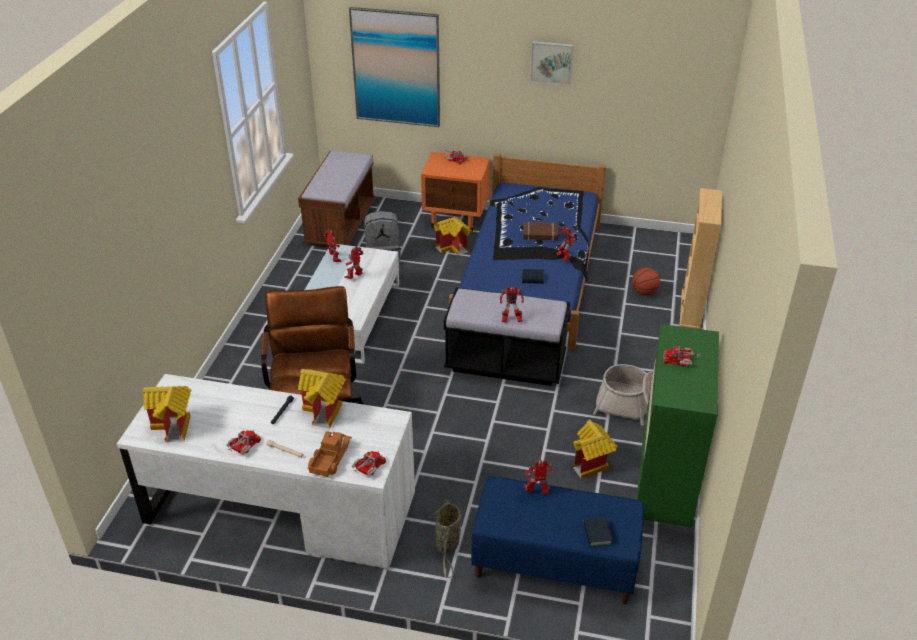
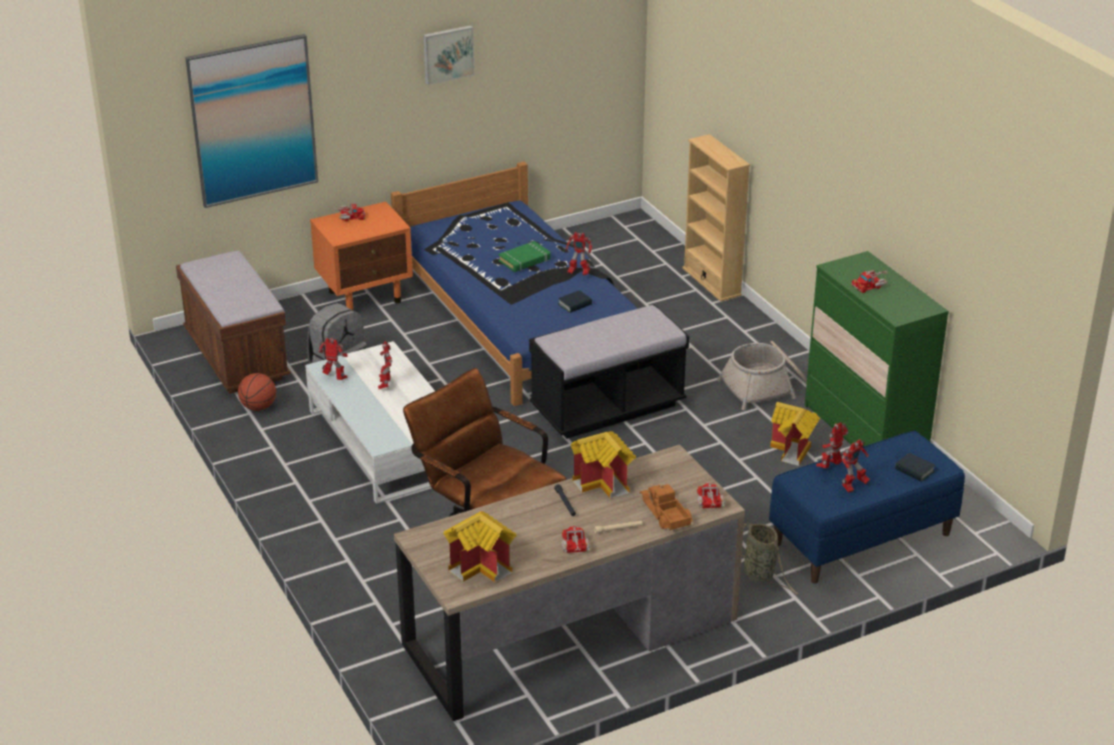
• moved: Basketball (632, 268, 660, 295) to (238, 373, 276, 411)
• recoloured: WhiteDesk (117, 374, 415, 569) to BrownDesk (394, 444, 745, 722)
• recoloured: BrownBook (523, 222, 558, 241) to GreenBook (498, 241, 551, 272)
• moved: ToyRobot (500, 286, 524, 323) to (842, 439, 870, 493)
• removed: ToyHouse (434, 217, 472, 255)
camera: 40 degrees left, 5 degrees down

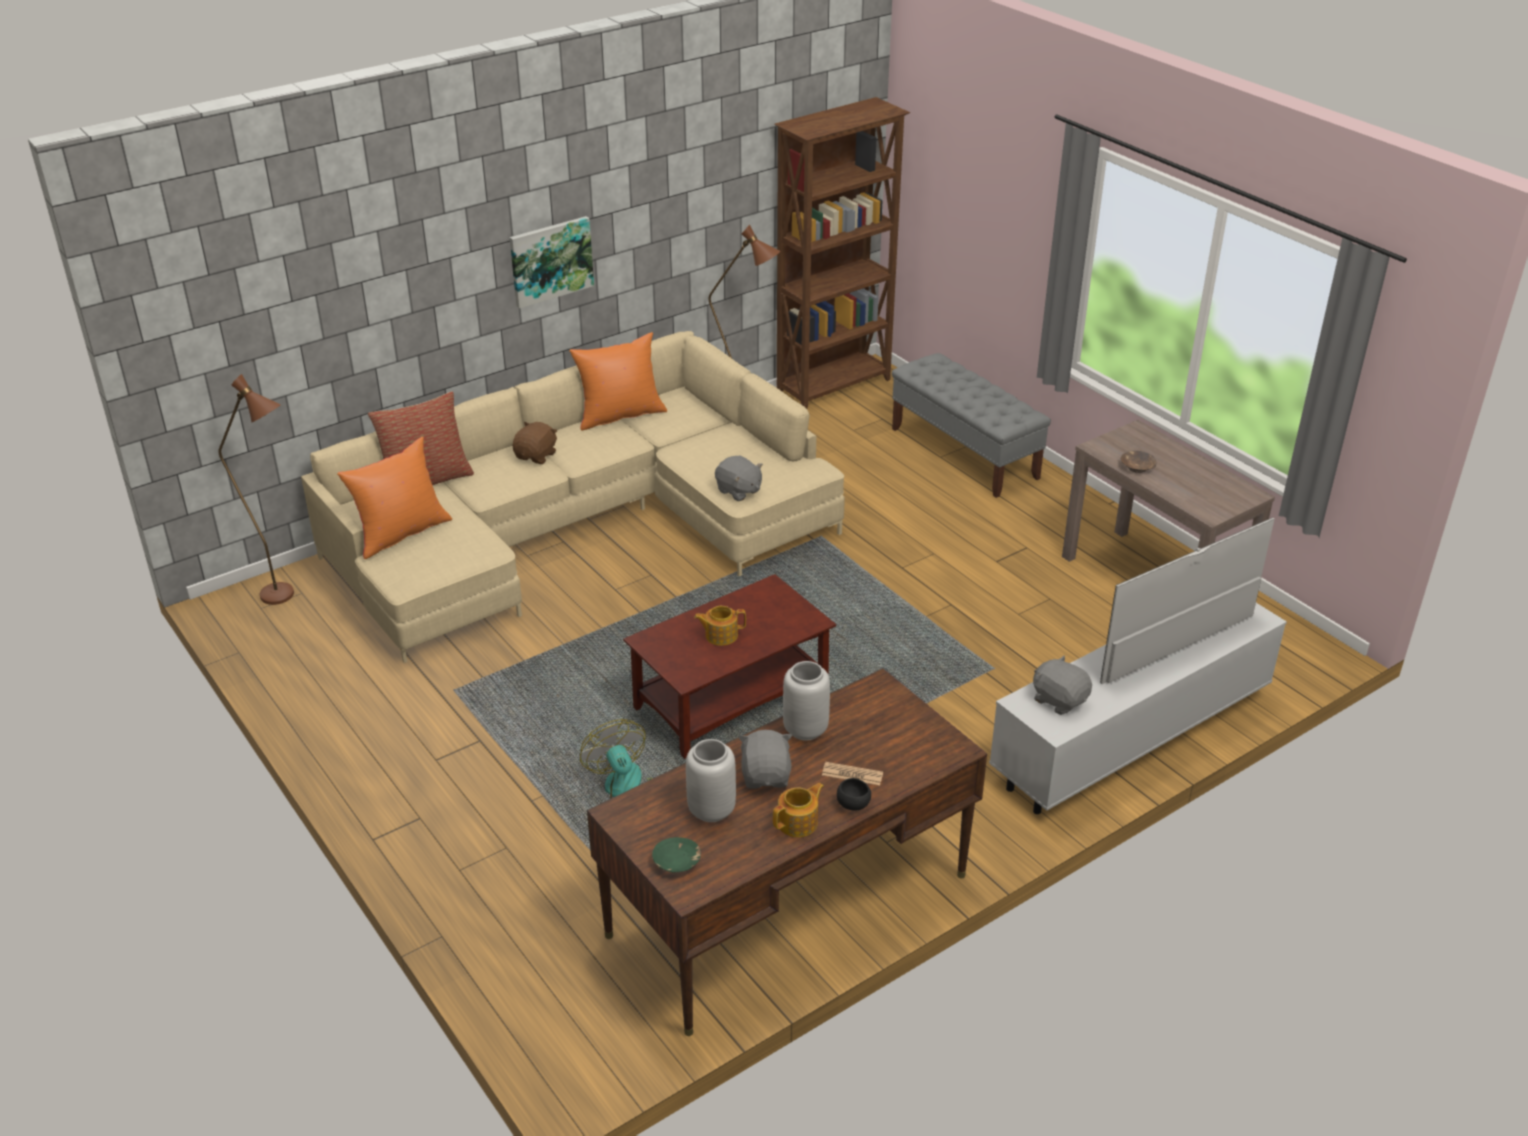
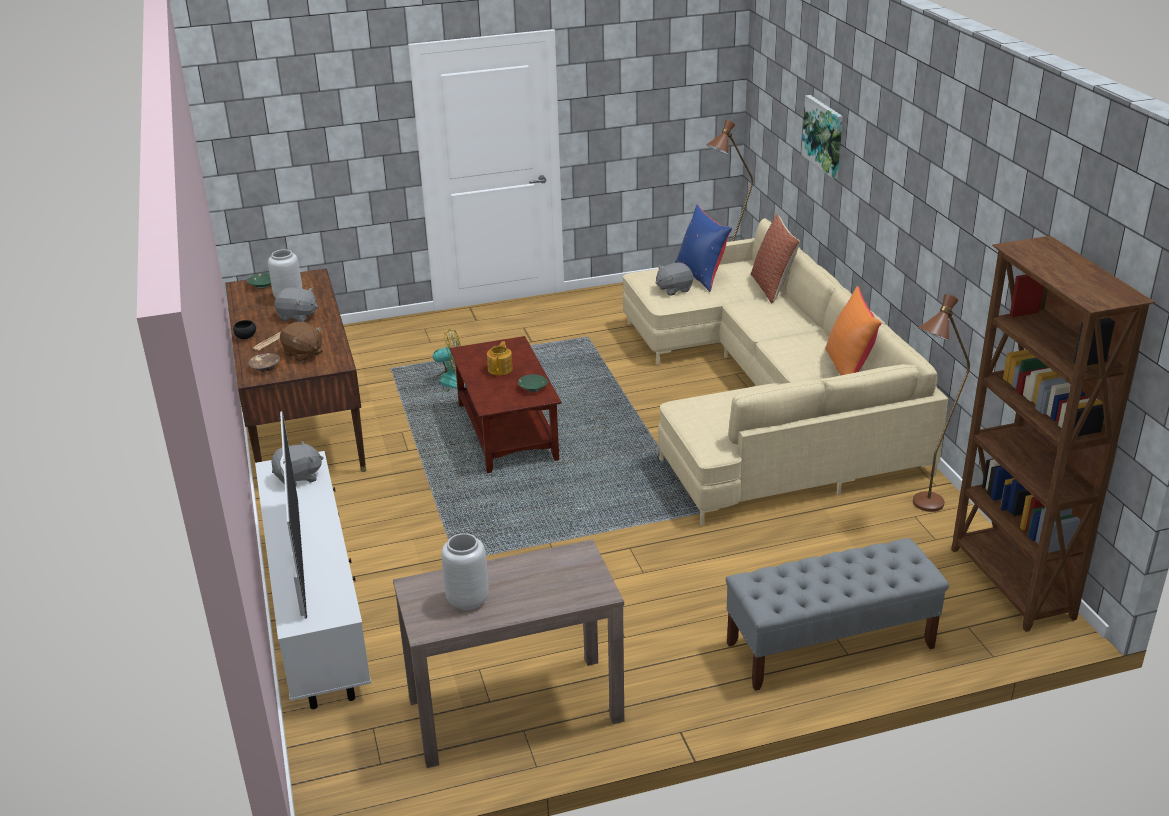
• moved: BrownBowl (1121, 451, 1156, 473) to (249, 353, 280, 372)
• moved: BrownPlushToy (513, 422, 557, 464) to (280, 322, 323, 362)
• moved: GreyVase (783, 661, 830, 740) to (441, 533, 489, 610)
• added: GreenBowl (518, 374, 548, 392)
• moved: GreyPlushToy (715, 456, 763, 501) to (656, 263, 693, 296)
• recoloured: OrangePillow (337, 437, 452, 559) to BluePillow (675, 204, 732, 292)
• moved: Picture (510, 216, 594, 308) to (801, 95, 843, 179)
• removed: Teapot (773, 783, 824, 837)
camera: 110 degrees right, 5 degrees down

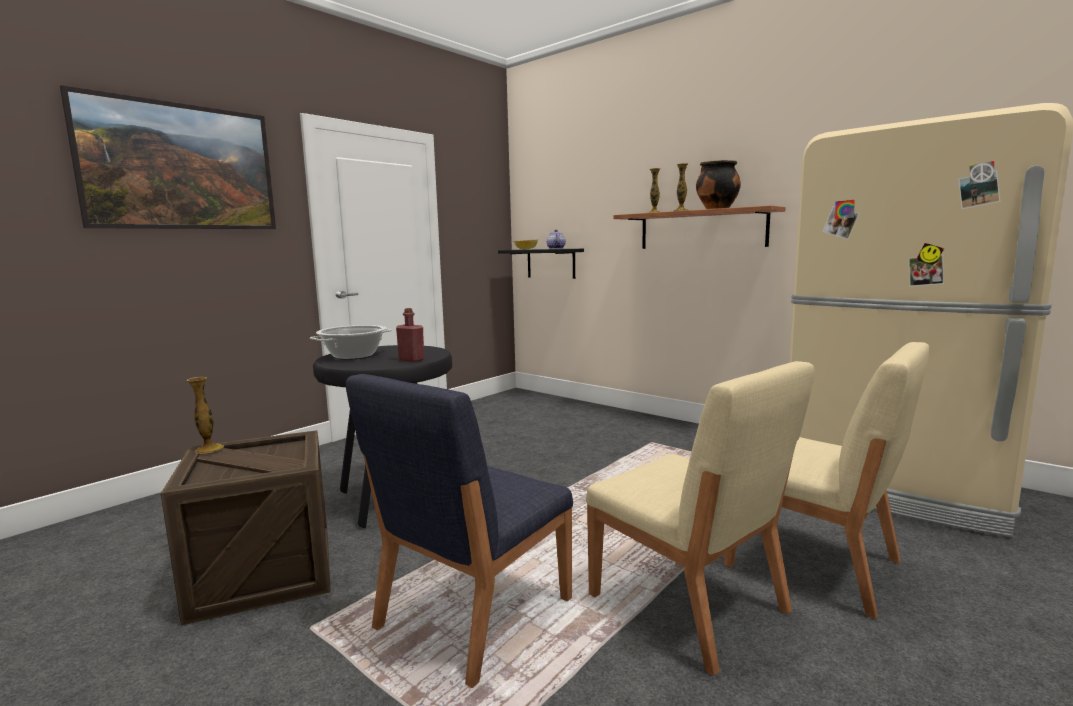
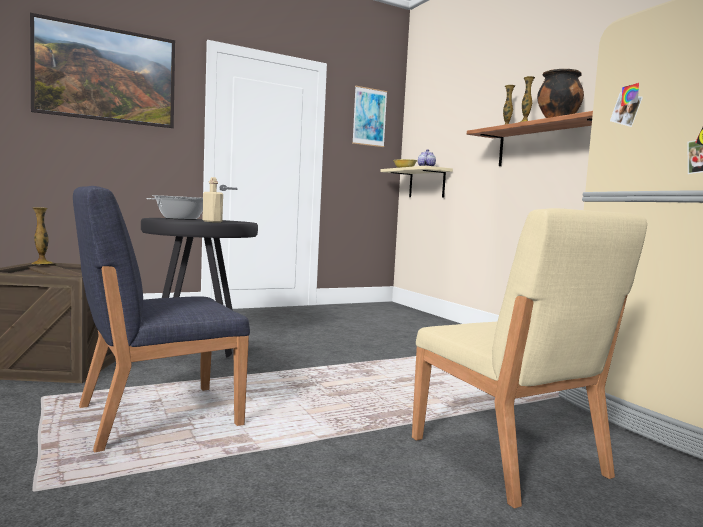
• recoloured: RedBottle (396, 308, 425, 362) to BeigeBottle (203, 177, 223, 223)
• added: Picture (352, 86, 387, 147)
• recoloured: BlackShelf (498, 249, 584, 279) to BeigeShelf (380, 166, 453, 197)
• removed: BeigeChair (586, 361, 815, 676)
camera: 20 degrees right, 5 degrees down

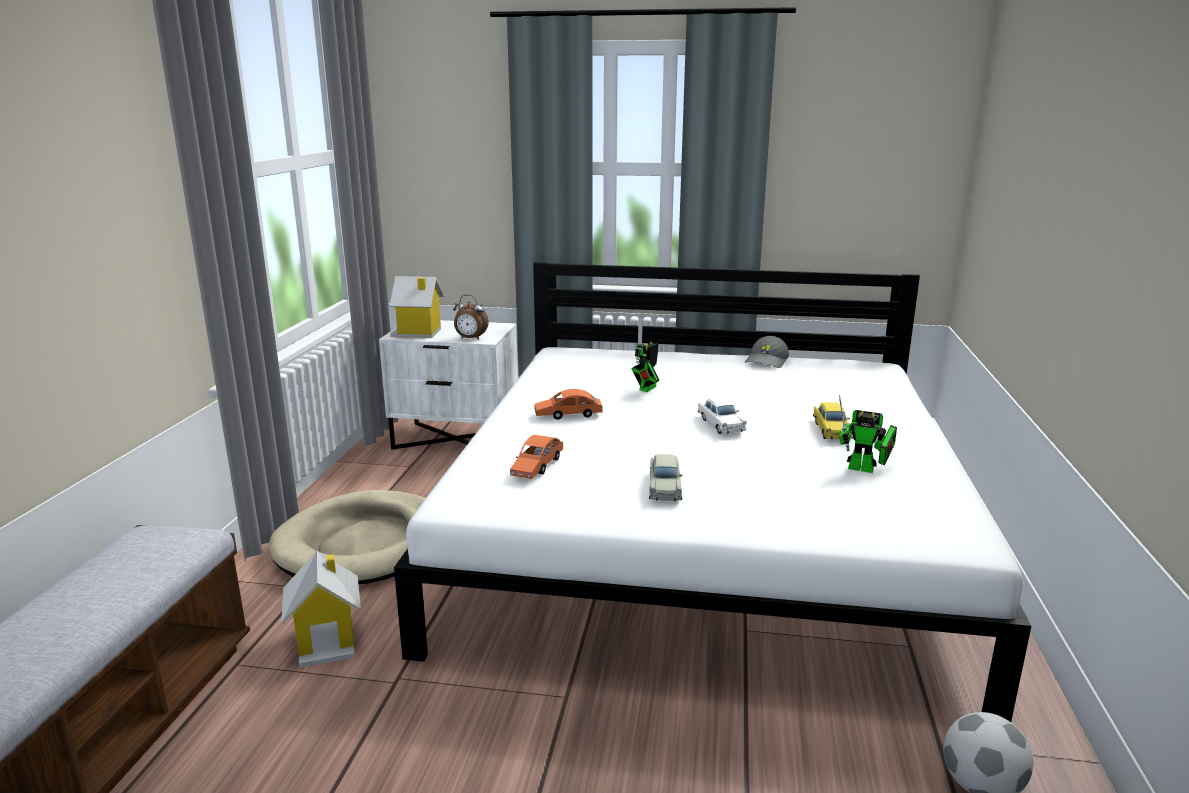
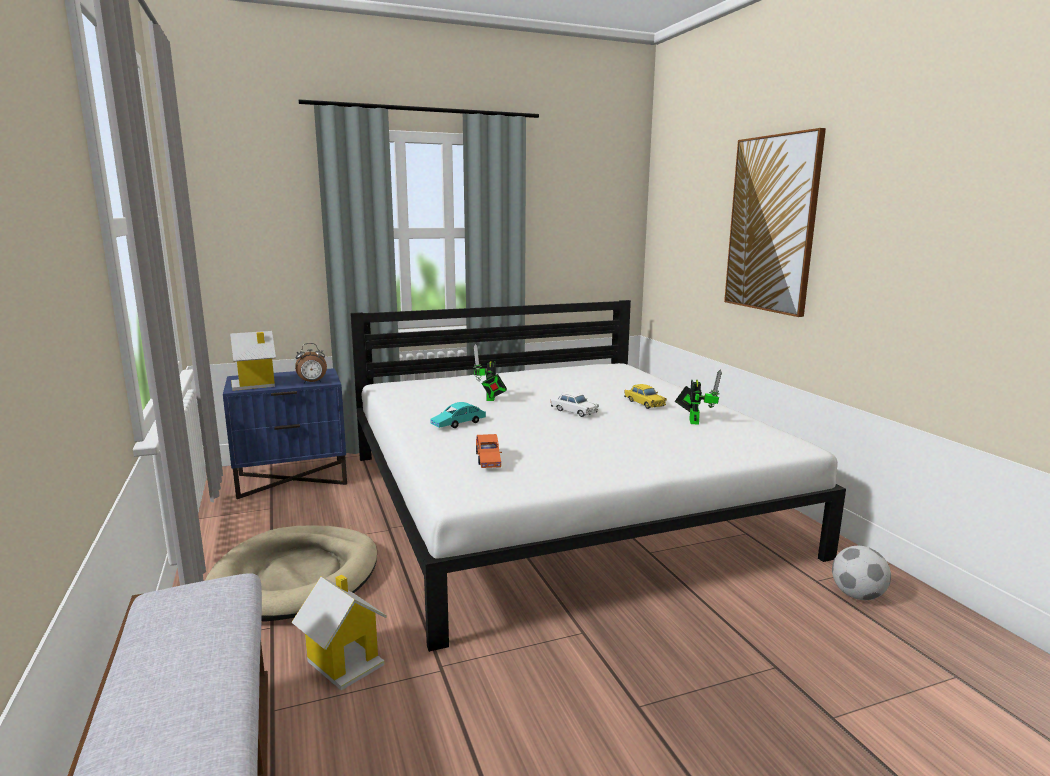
• recoloured: WhiteNightstand (379, 320, 518, 450) to BlueNightstand (223, 368, 347, 499)
• recoloured: OrangeToyCar (535, 389, 603, 420) to TurquoiseToyCar (430, 402, 486, 428)
• turned: ToyRobot (839, 395, 897, 473) = (675, 370, 722, 425) 75 degrees counterclockwise
• added: Picture (724, 128, 826, 317)
• removed: BeigeToyCar (649, 454, 682, 501)
• removed: GreyCap (745, 336, 789, 368)
camera: 30 degrees left, 5 degrees down

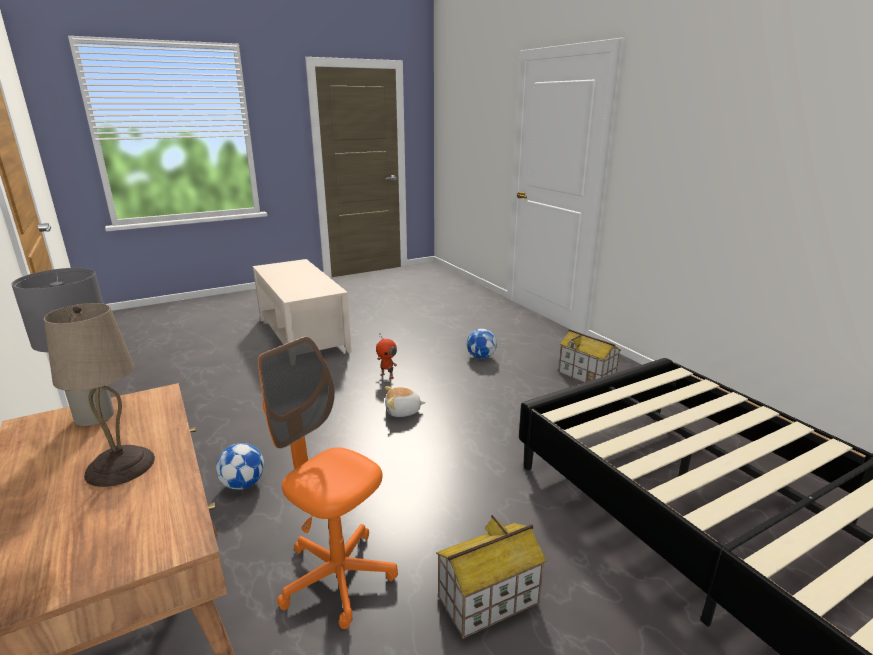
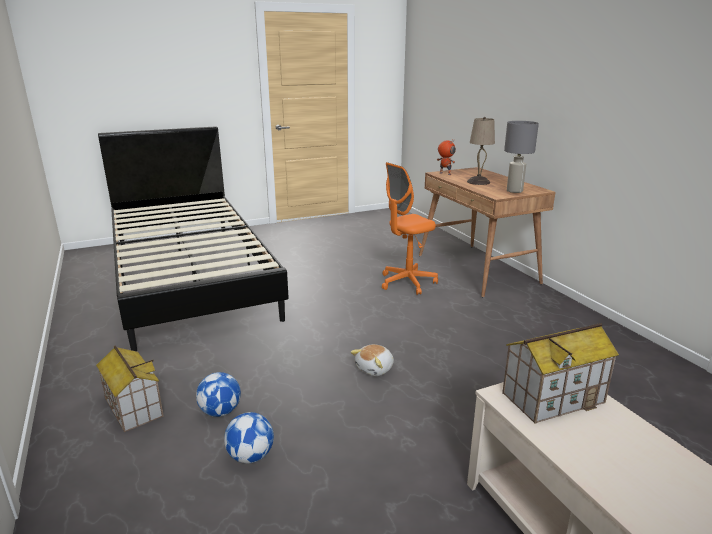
• moved: Football (216, 443, 264, 490) to (196, 372, 241, 417)
• turned: PlushToy (385, 386, 426, 417) = (351, 344, 394, 376) 135 degrees clockwise
• turned: OrangeOfficeChair (258, 336, 398, 629) = (382, 162, 438, 295) 105 degrees clockwise
• moved: ToyRobot (376, 334, 397, 380) to (437, 139, 456, 175)
• moved: ToyHouse (436, 515, 547, 639) to (502, 323, 619, 424)
camera: 175 degrees left, 0 degrees up

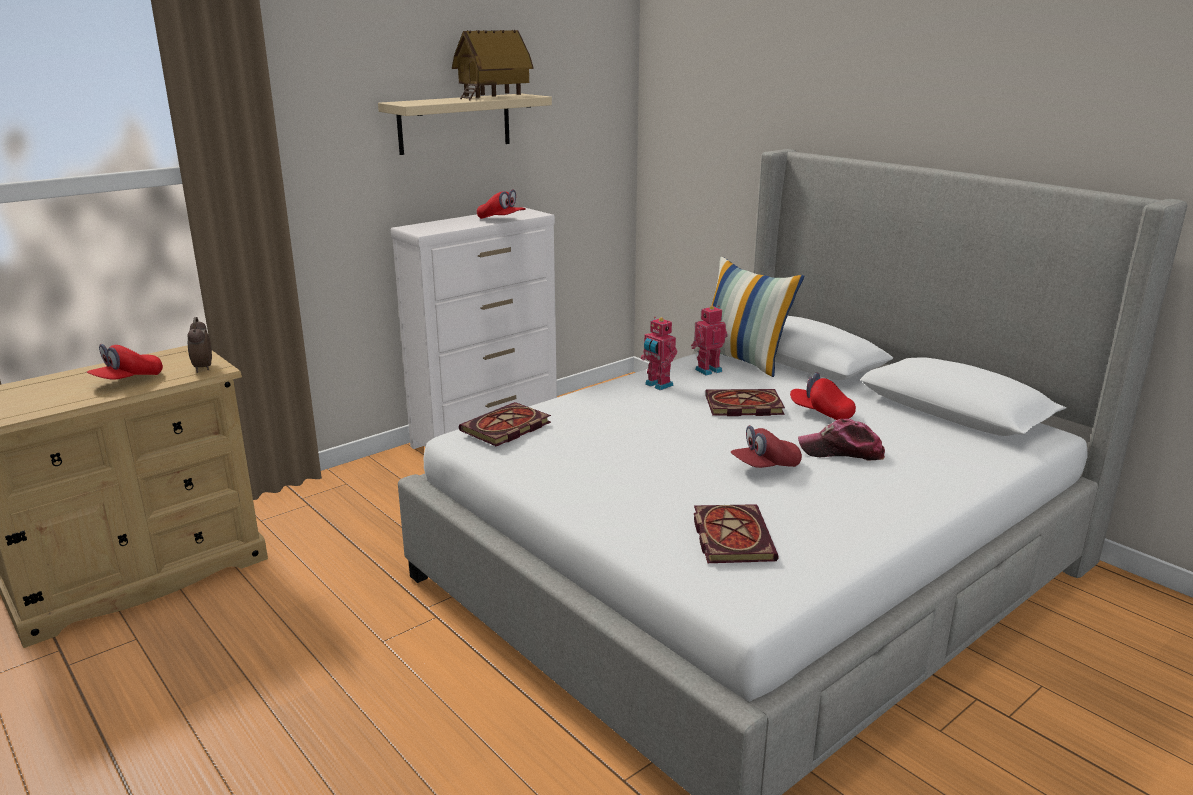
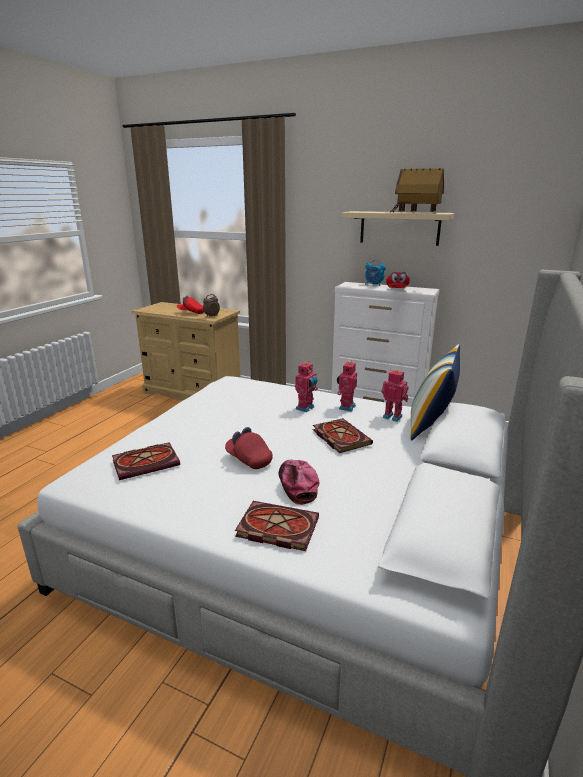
• moved: Book (459, 402, 551, 446) to (235, 501, 319, 551)
• added: ToyRobot (295, 361, 318, 412)
• added: AlarmClock (365, 260, 386, 286)
• removed: RedCap (790, 373, 856, 420)
camera: 65 degrees right, 0 degrees up

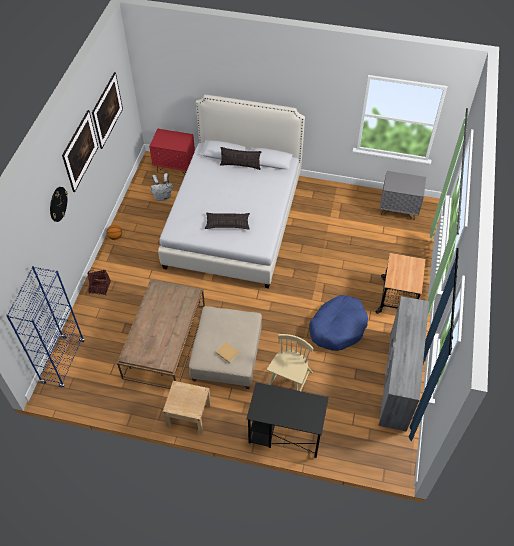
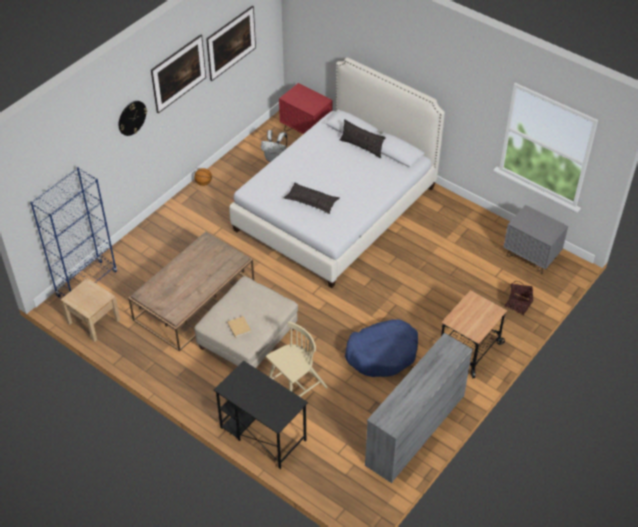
• moved: BeigeNightstand (163, 381, 211, 434) to (61, 278, 120, 342)
• moved: Basket (87, 269, 110, 295) to (504, 281, 533, 316)
camera: 25 degrees right, 5 degrees down

